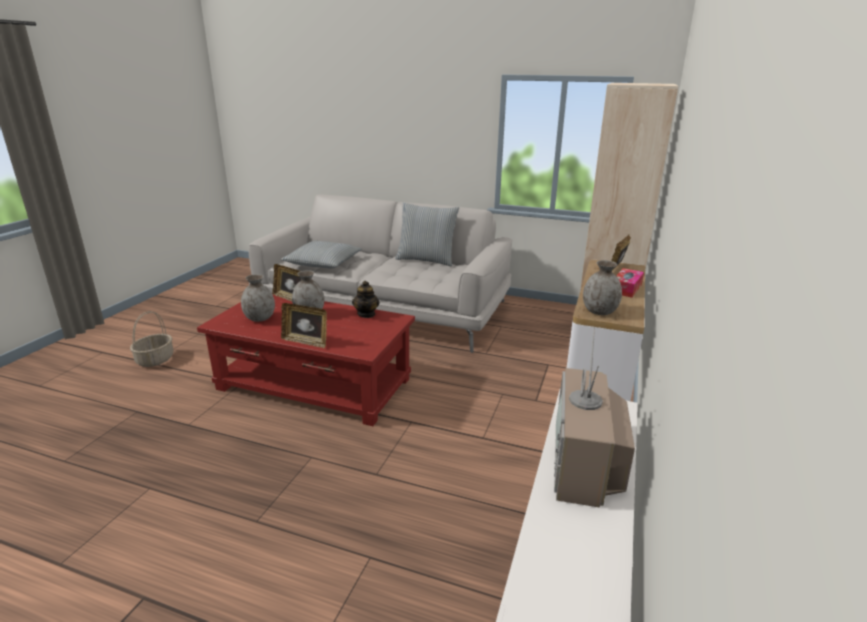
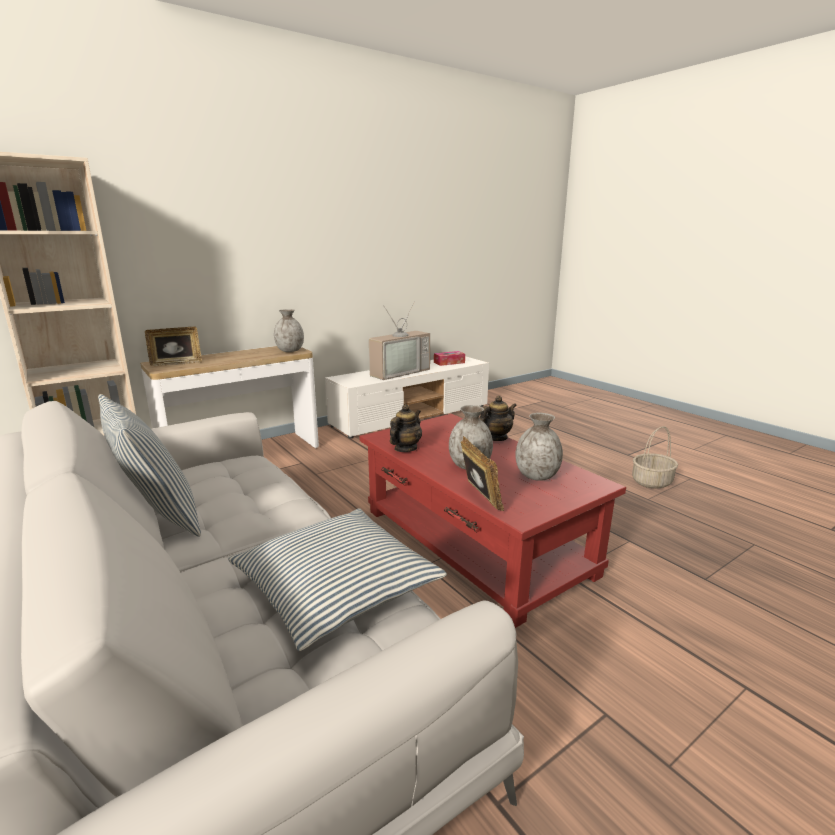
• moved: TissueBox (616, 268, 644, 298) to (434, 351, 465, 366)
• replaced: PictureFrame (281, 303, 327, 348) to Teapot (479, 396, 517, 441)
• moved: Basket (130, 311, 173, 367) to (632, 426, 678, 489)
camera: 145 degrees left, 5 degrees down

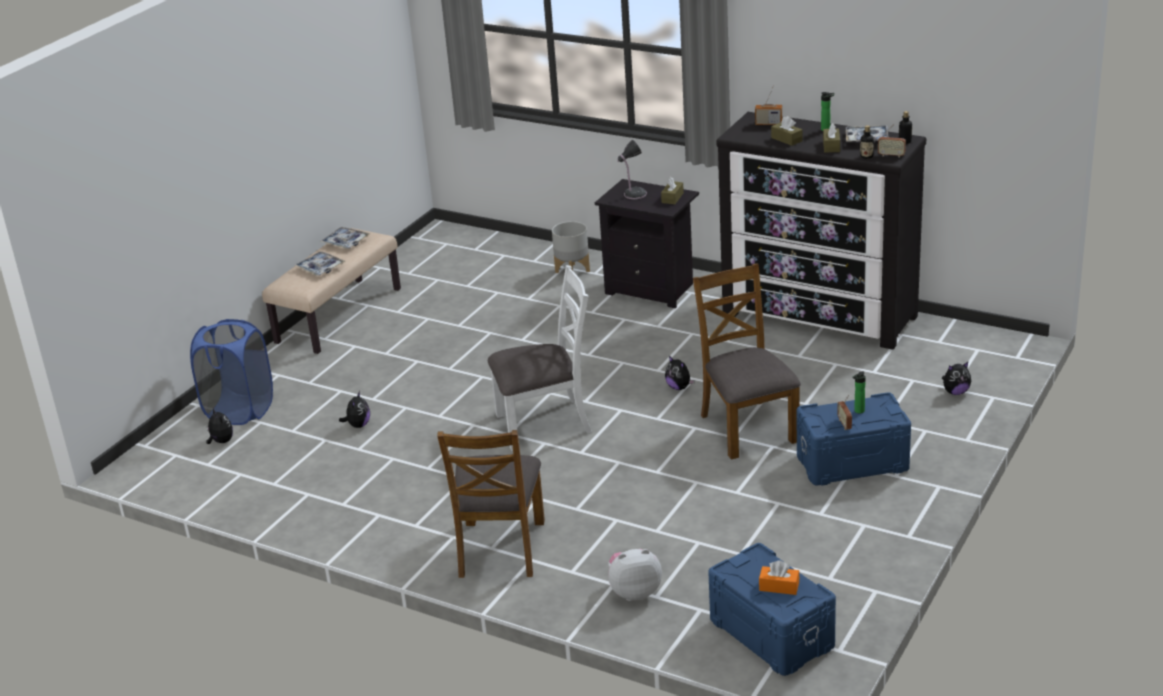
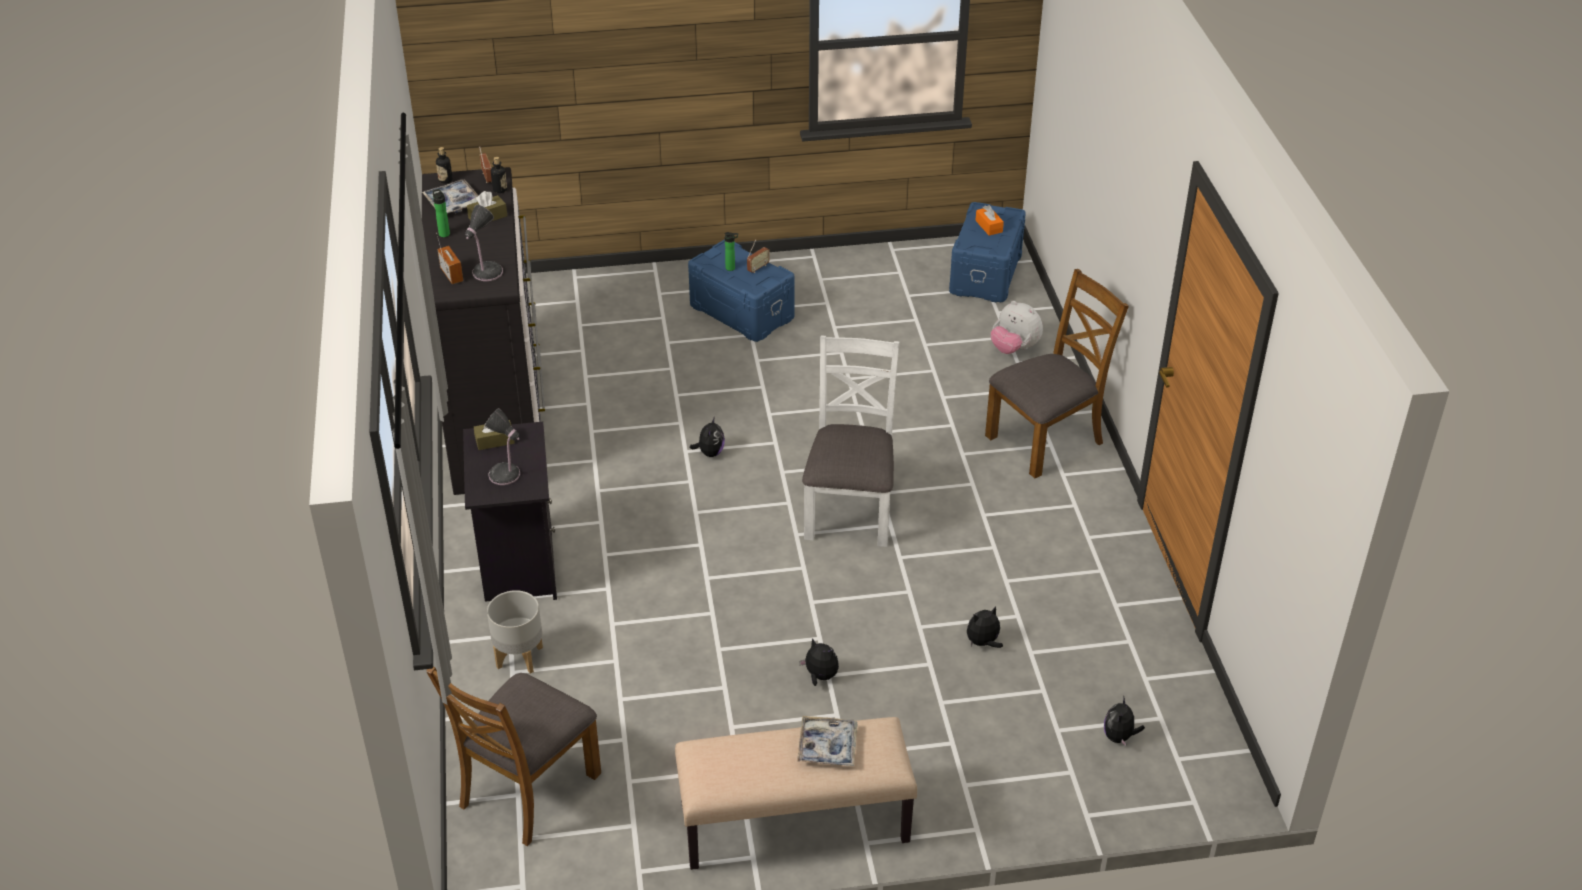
• moved: BrownChair (693, 263, 801, 460) to (426, 667, 601, 846)
• added: TableLamp (465, 205, 503, 281)
• moved: PlushToy (942, 362, 971, 395) to (799, 638, 839, 686)
• turned: WhiteChair (488, 265, 592, 451) = (802, 335, 900, 547) 60 degrees clockwise
• removed: BlueLaundryBasket (190, 319, 273, 425)
• removed: Tray (320, 227, 370, 249)
• removed: BrownTissueBox (771, 116, 803, 146)
camera: 130 degrees left, 10 degrees up

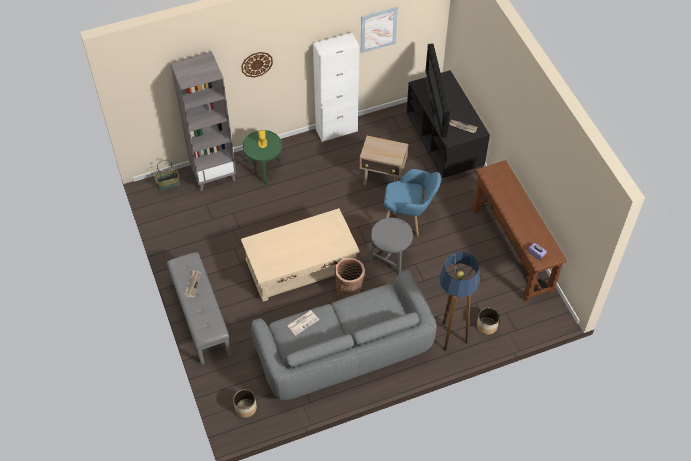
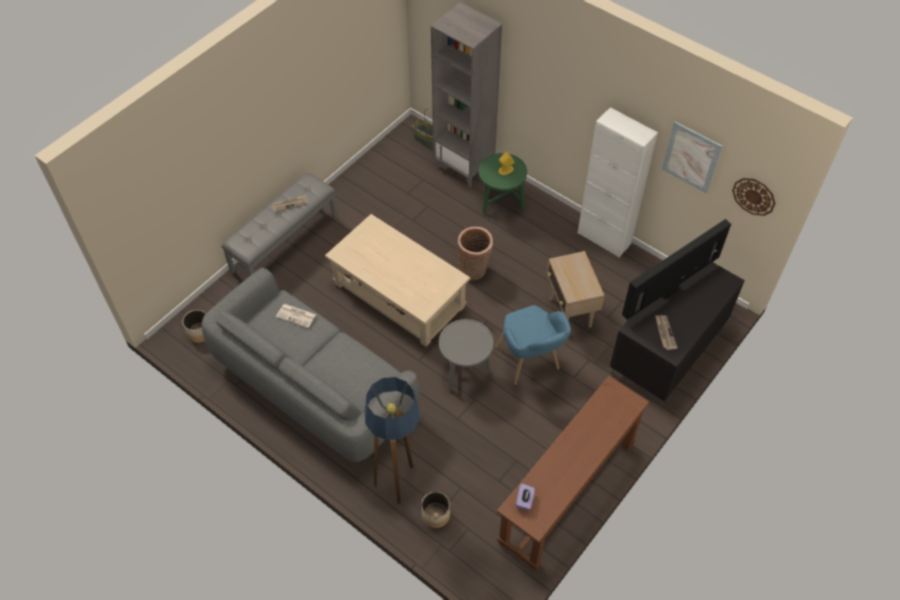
• moved: Basket (335, 258, 365, 300) to (457, 227, 493, 280)
• moved: WallClock (241, 52, 273, 78) to (732, 178, 776, 216)
camera: 60 degrees right, 0 degrees up

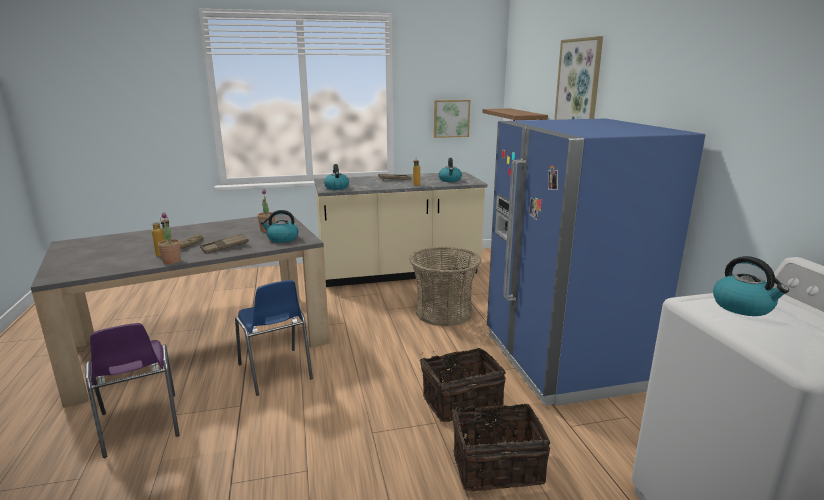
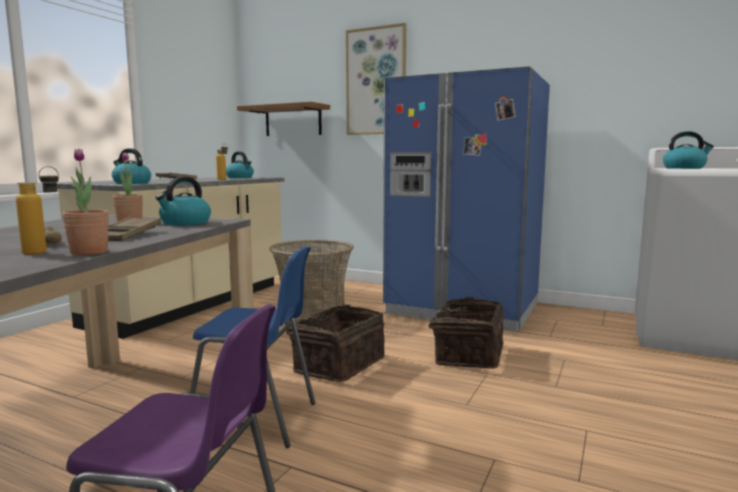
• moved: Basket (452, 399, 550, 492) to (286, 305, 385, 382)
• removed: Picture (434, 100, 470, 138)
camera: 50 degrees left, 10 degrees down

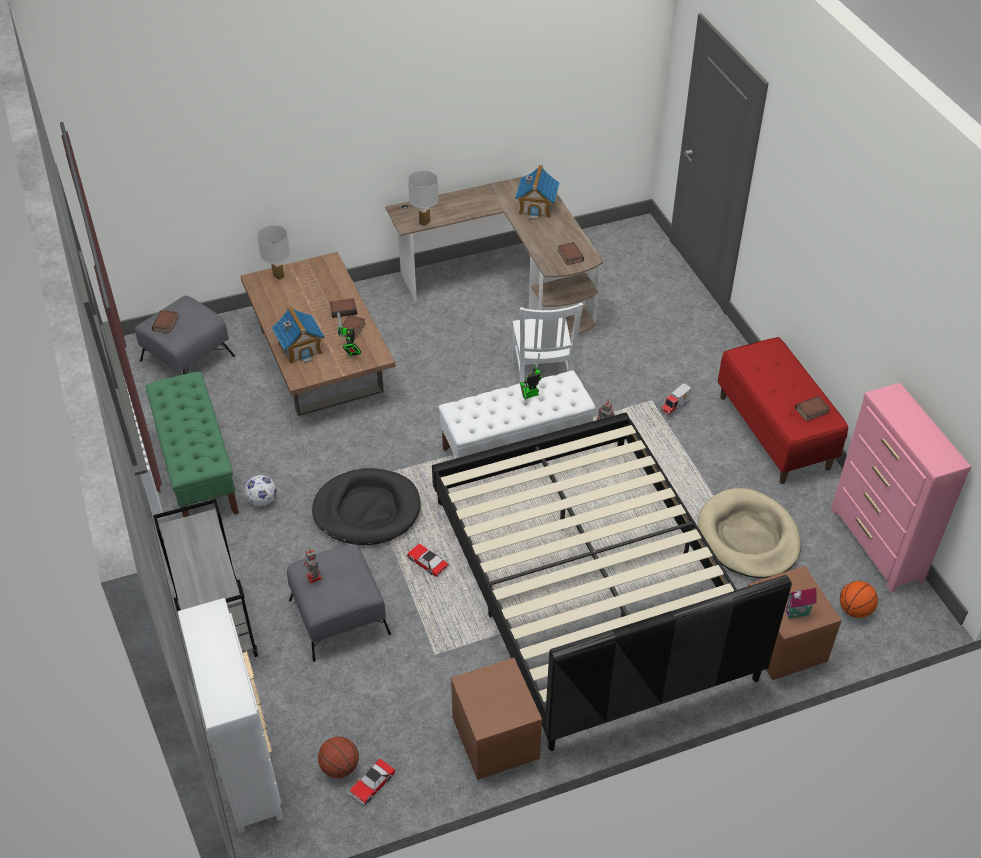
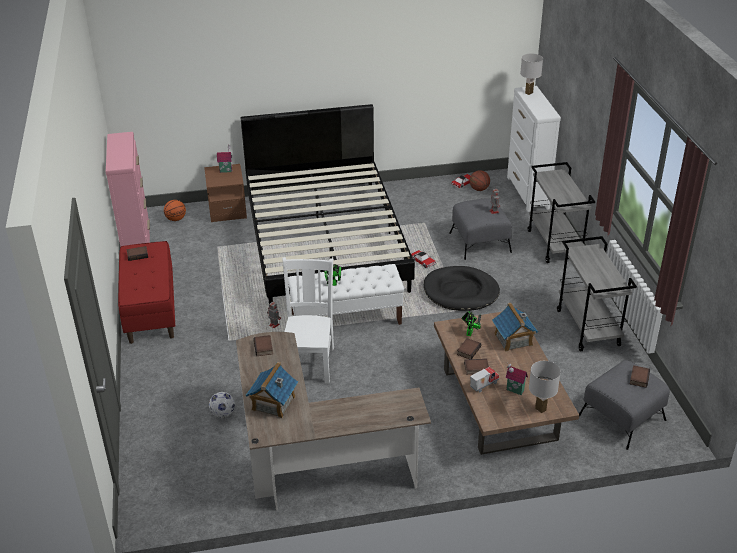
• moved: Football (245, 475, 276, 506) to (209, 392, 235, 418)
• moved: ToyTruck (661, 383, 691, 417) to (470, 367, 499, 392)
• added: ToyHouse (506, 364, 528, 395)
• moved: WhiteTableLamp (408, 170, 439, 226) to (520, 53, 543, 95)
• replaced: GreenBench (145, 372, 239, 517) to GreyCart (557, 236, 637, 351)
• removed: BrownNightstand (451, 658, 542, 780)
• removed: BeigeDogBed (698, 488, 801, 578)
camera: 170 degrees left, 10 degrees down

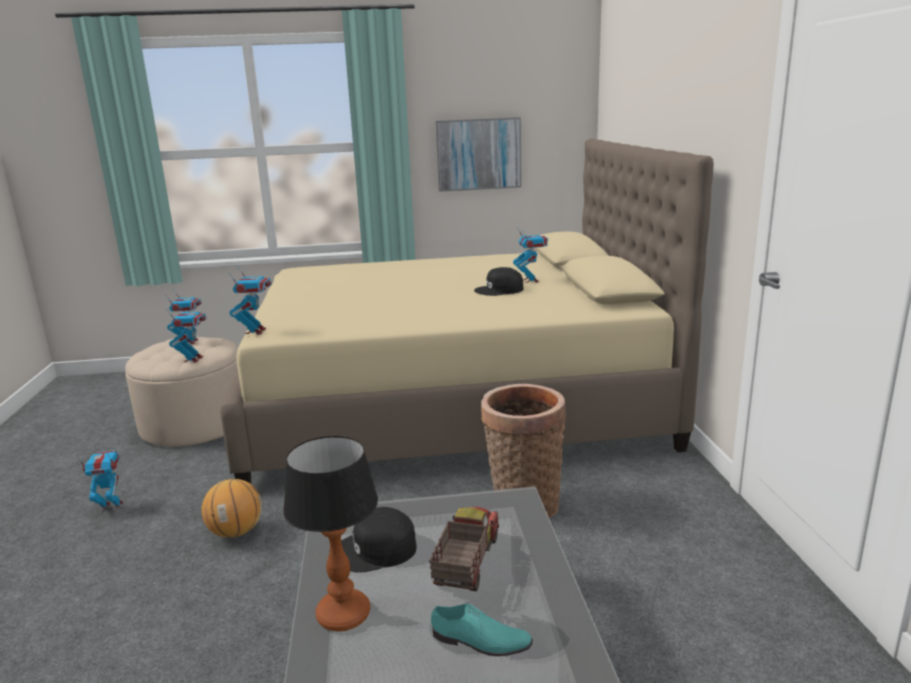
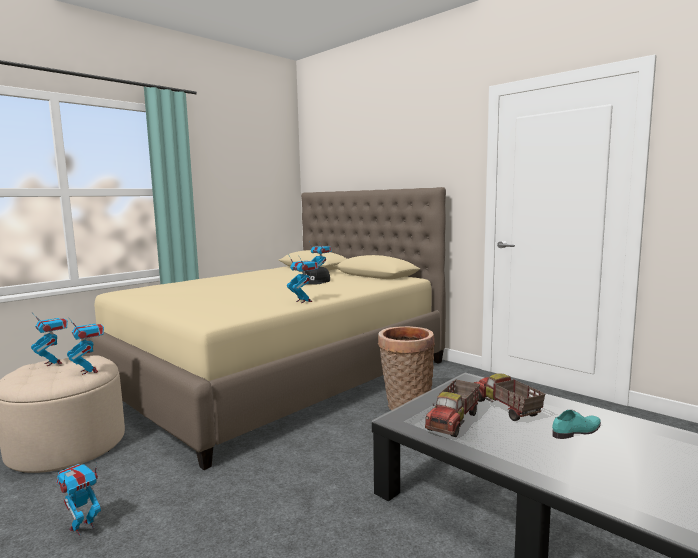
• moved: ToyRobot (228, 266, 272, 335) to (287, 254, 318, 303)
• replaced: BlackCap (341, 507, 417, 573) to ToyTruck (425, 379, 480, 437)
• removed: Basketball (201, 479, 262, 538)
• removed: TableLamp (283, 436, 378, 631)
• removed: Picture (436, 117, 521, 192)
camera: 40 degrees left, 10 degrees down

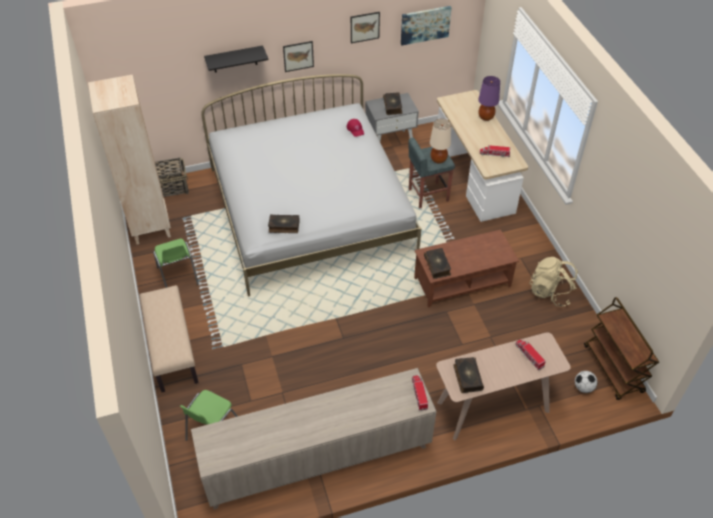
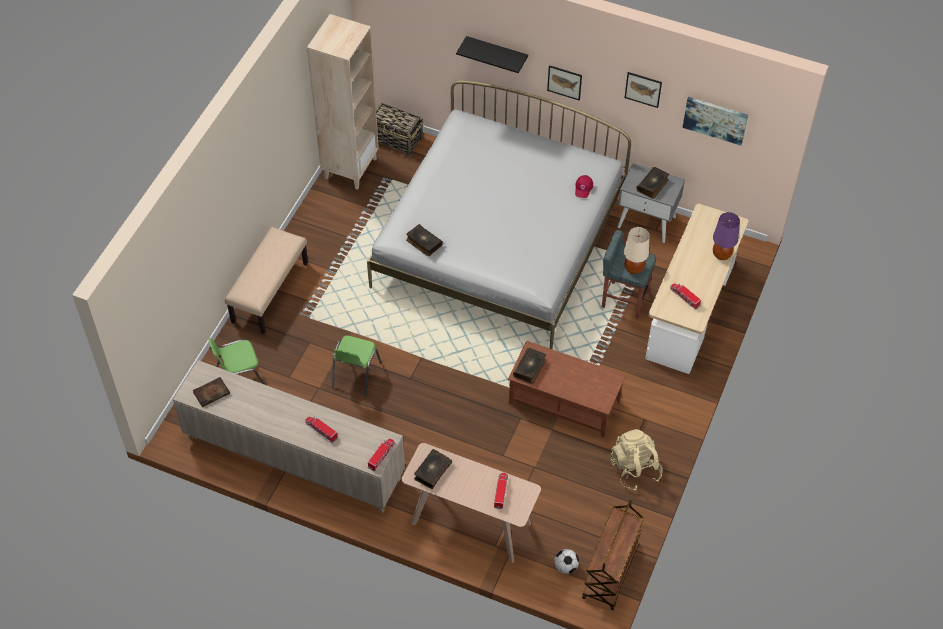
• added: Book (193, 377, 230, 407)
• added: ToyTruck (305, 417, 338, 443)
• moved: GreenChair (153, 239, 199, 288) to (332, 336, 382, 397)
camera: 40 degrees right, 5 degrees up

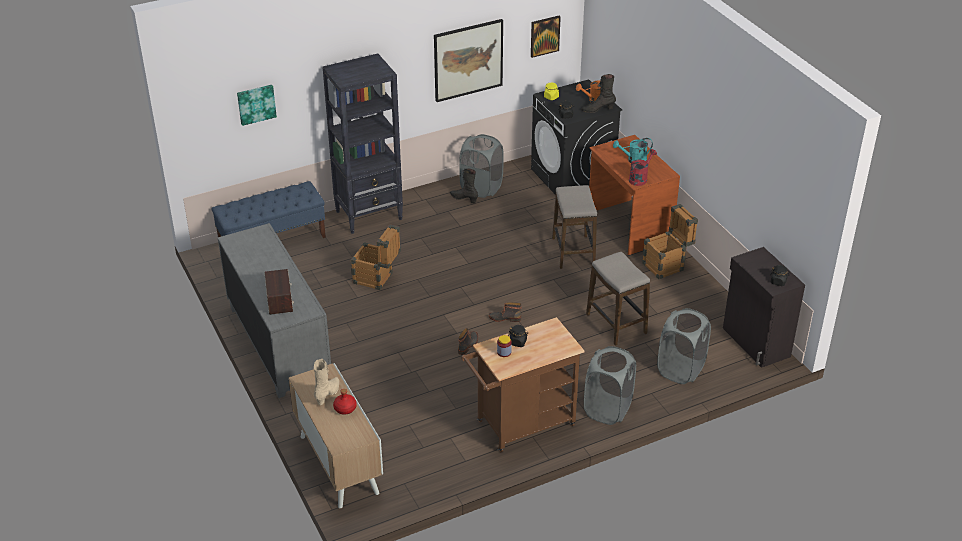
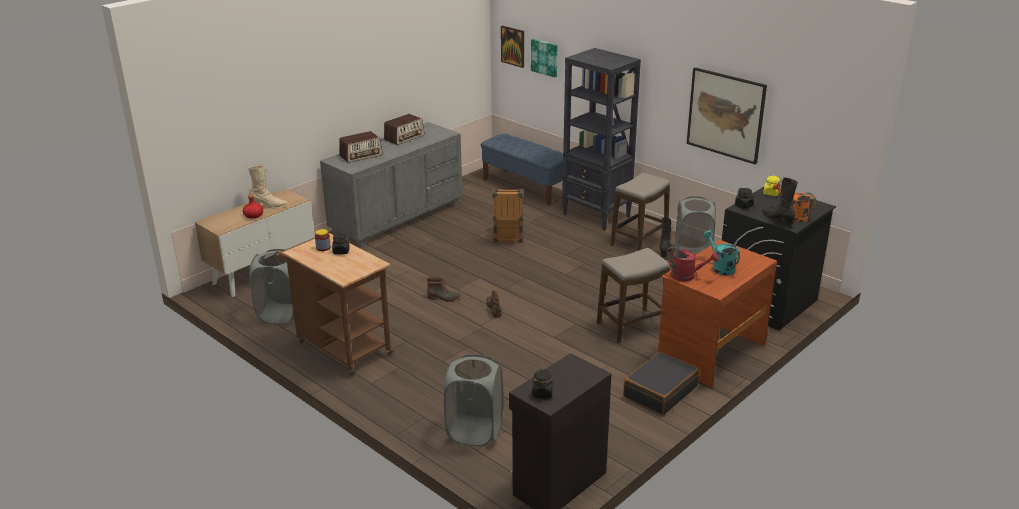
• moved: GreyLaundryBasket (584, 346, 636, 425) to (250, 249, 294, 324)
• added: Radio (384, 114, 424, 145)
• moved: Picture (531, 16, 561, 58) to (501, 26, 524, 68)
• moved: Stool (586, 252, 650, 346) to (610, 173, 670, 251)
• replaced: Crate (642, 204, 698, 279) to BlackSuitcase (623, 352, 699, 415)
camera: 70 degrees right, 10 degrees down

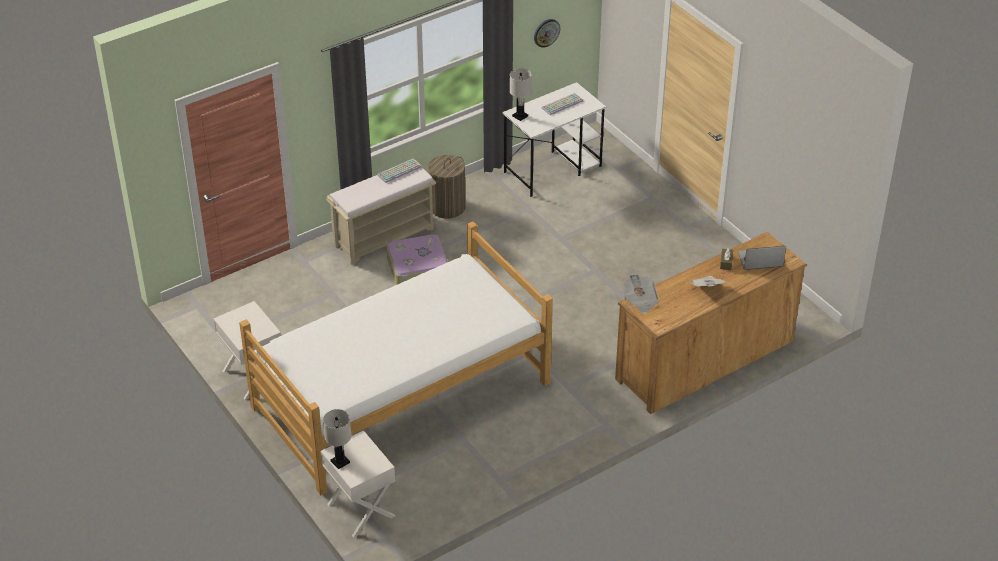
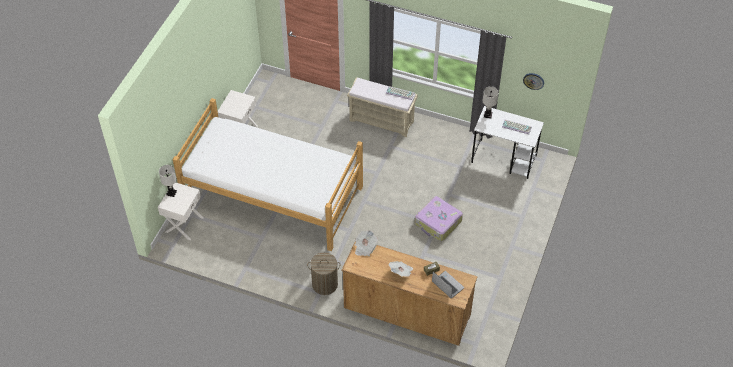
• moved: LaundryBasket (428, 155, 466, 219) to (307, 252, 340, 295)
• moved: Suitcase (386, 234, 448, 285) to (415, 196, 463, 241)
camera: 55 degrees right, 10 degrees up

